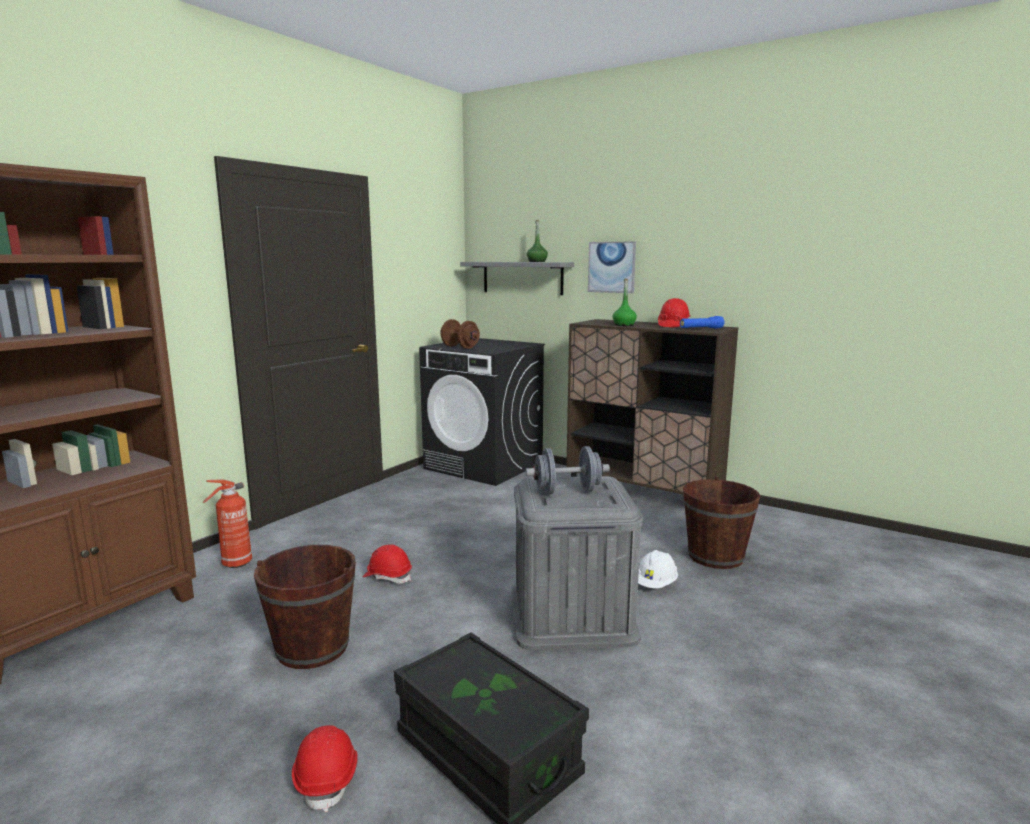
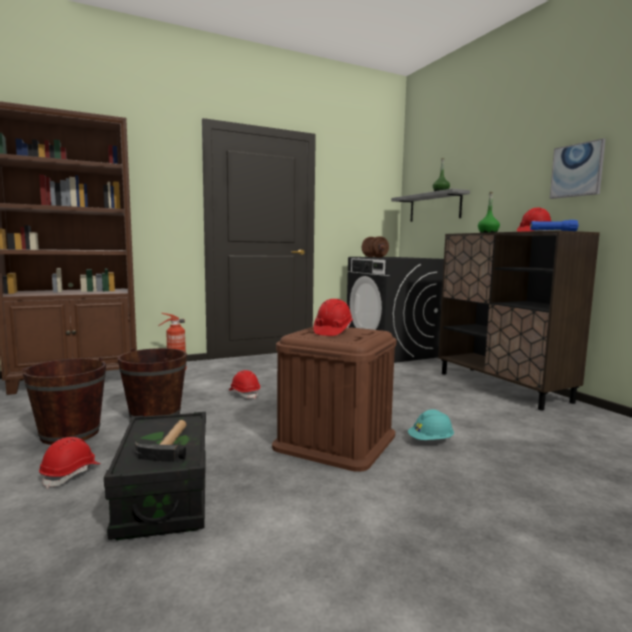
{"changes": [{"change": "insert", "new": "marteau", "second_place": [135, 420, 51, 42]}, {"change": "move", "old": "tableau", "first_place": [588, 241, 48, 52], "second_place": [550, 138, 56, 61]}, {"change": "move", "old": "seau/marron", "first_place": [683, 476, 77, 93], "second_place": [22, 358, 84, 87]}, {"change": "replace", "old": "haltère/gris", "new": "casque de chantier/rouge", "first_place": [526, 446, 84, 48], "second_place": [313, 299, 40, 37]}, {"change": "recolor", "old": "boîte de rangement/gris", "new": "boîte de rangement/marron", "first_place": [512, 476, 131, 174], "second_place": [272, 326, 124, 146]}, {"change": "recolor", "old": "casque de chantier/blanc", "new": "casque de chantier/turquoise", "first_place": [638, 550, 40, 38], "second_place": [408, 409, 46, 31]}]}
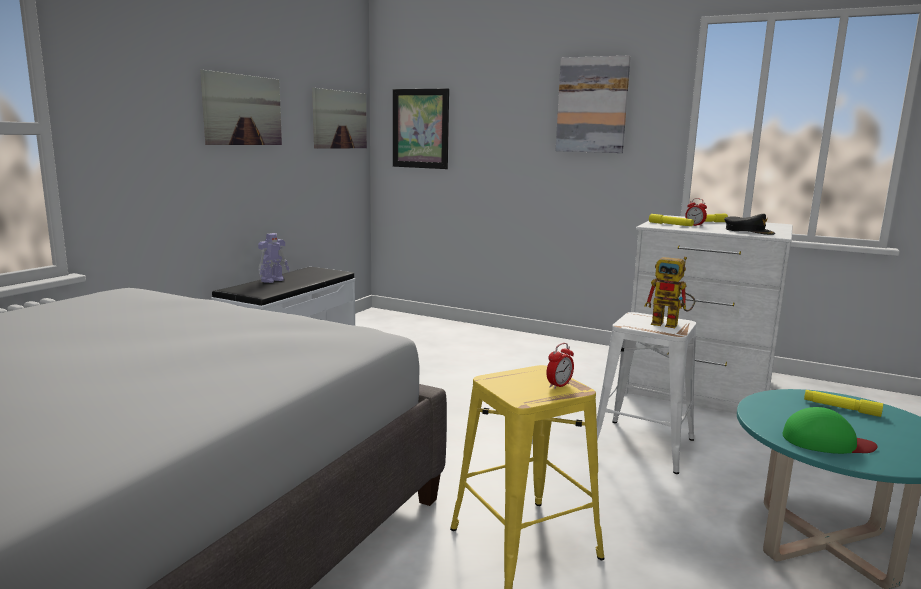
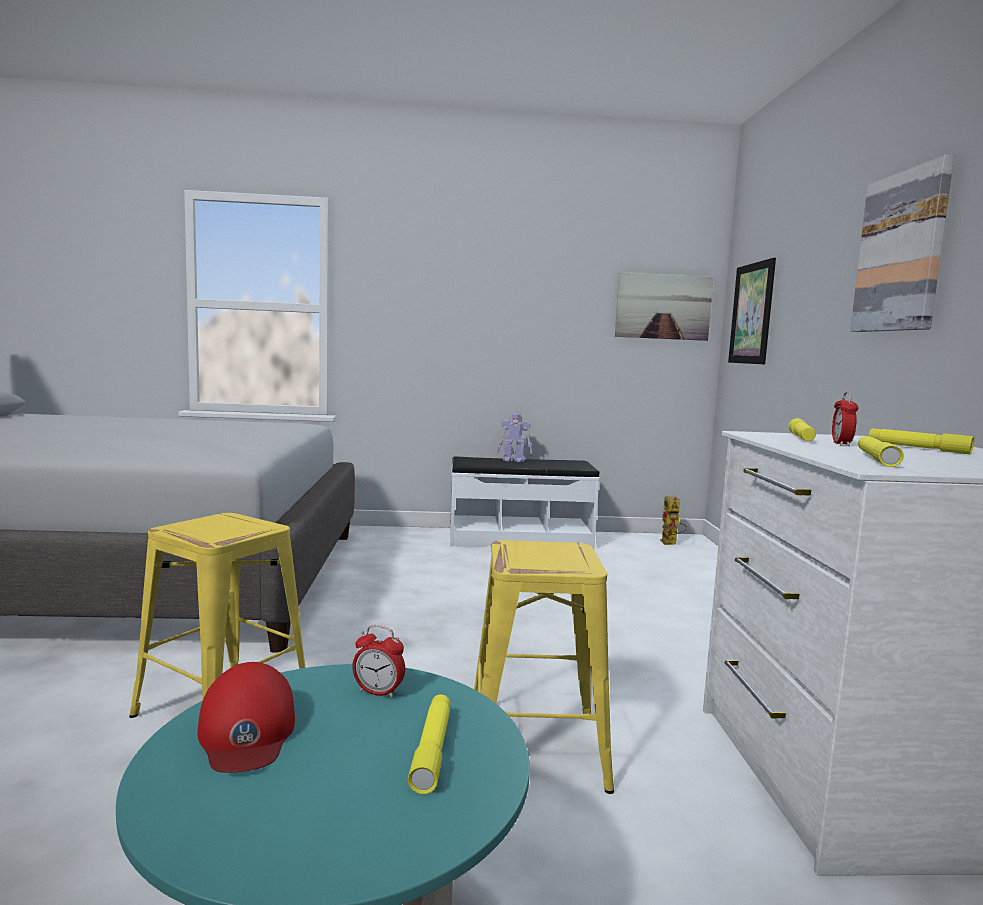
{"changes": [{"change": "delete", "old": "tableau", "first_place": [200, 70, 82, 75]}, {"change": "move", "old": "réveil", "first_place": [546, 343, 28, 46], "second_place": [352, 625, 53, 73]}, {"change": "move", "old": "robot jouet", "first_place": [644, 257, 51, 71], "second_place": [660, 496, 27, 49]}, {"change": "replace", "old": "casquette/noir", "new": "lampe de poche/jaune", "first_place": [724, 214, 51, 21], "second_place": [858, 436, 46, 31]}, {"change": "recolor", "old": "tabouret/blanc", "new": "tabouret/jaune", "first_place": [597, 312, 99, 162], "second_place": [474, 540, 140, 254]}, {"change": "recolor", "old": "casquette/vert", "new": "casquette/rouge", "first_place": [783, 407, 95, 47], "second_place": [198, 662, 97, 111]}]}
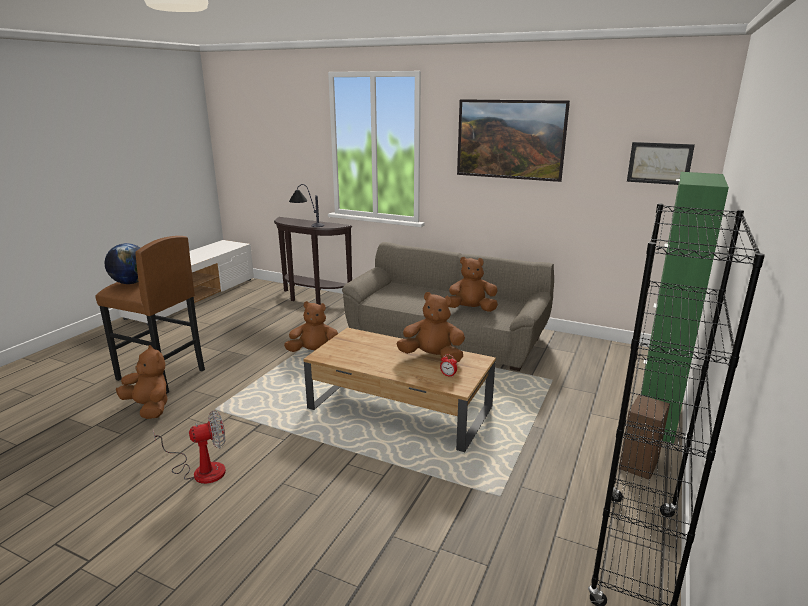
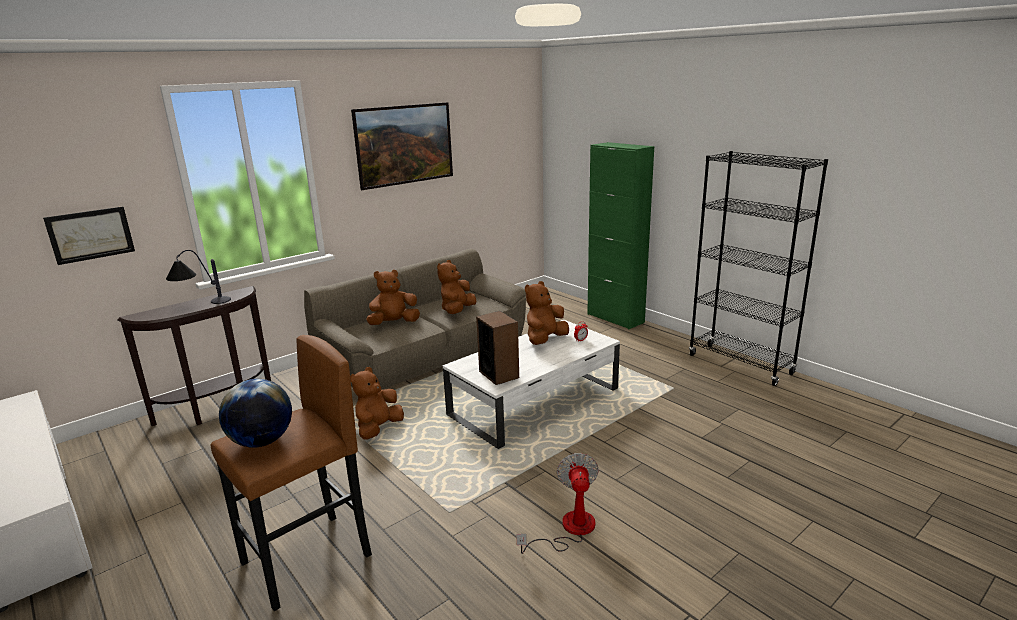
{"changes": [{"change": "move", "old": "peluche/marron", "first_place": [116, 345, 52, 74], "second_place": [366, 270, 54, 55]}, {"change": "move", "old": "enceinte", "first_place": [619, 395, 51, 85], "second_place": [476, 311, 43, 74]}, {"change": "move", "old": "tableau", "first_place": [627, 142, 68, 43], "second_place": [43, 206, 92, 59]}, {"change": "recolor", "old": "table basse/marron", "new": "table basse/blanc", "first_place": [303, 328, 193, 124], "second_place": [443, 320, 177, 129]}]}
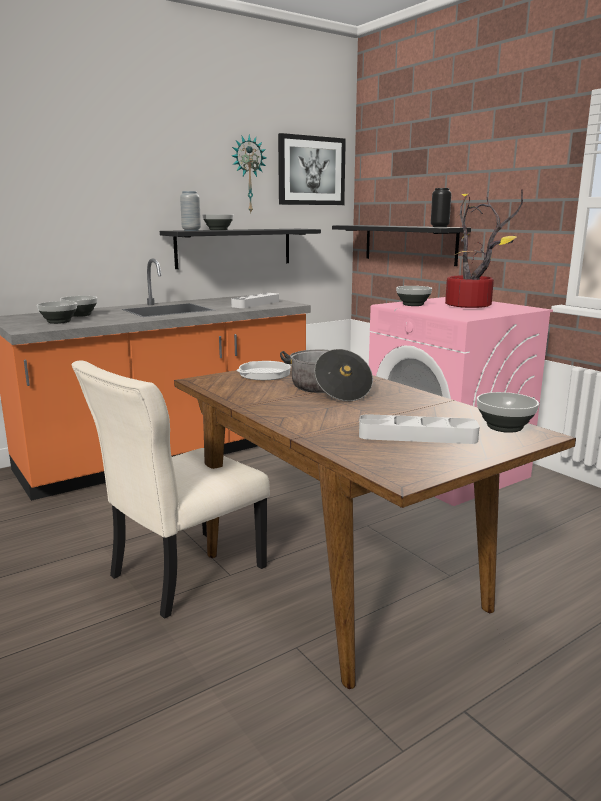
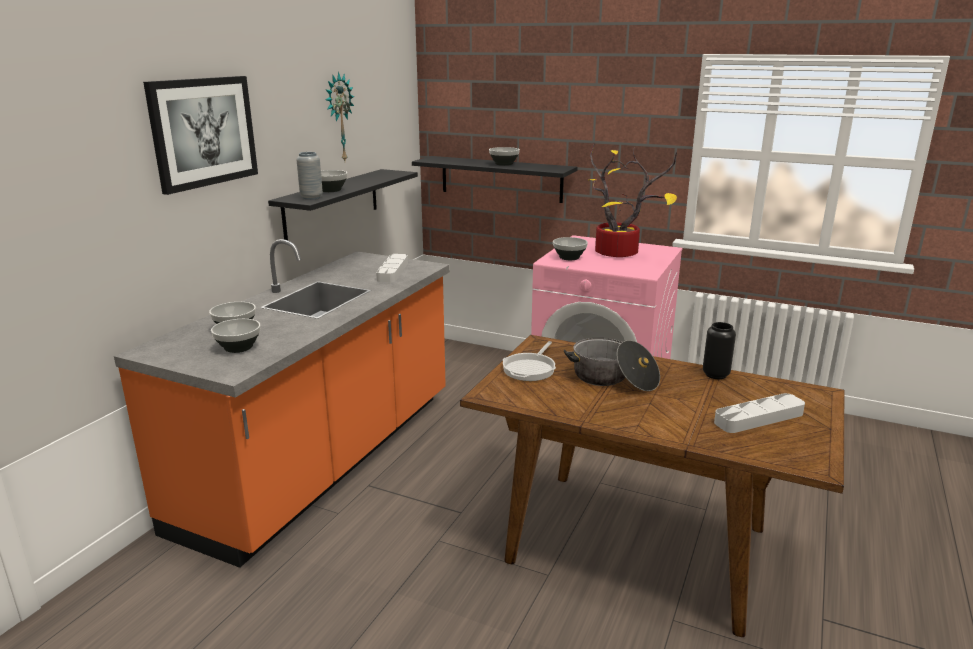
{"changes": [{"change": "delete", "old": "chaise/beige", "first_place": [71, 360, 199, 259]}, {"change": "move", "old": "tableau", "first_place": [278, 133, 68, 72], "second_place": [143, 76, 115, 119]}, {"change": "move", "old": "vase/noir", "first_place": [431, 188, 20, 39], "second_place": [703, 322, 33, 57]}, {"change": "move", "old": "bol", "first_place": [477, 392, 62, 41], "second_place": [489, 147, 31, 19]}]}
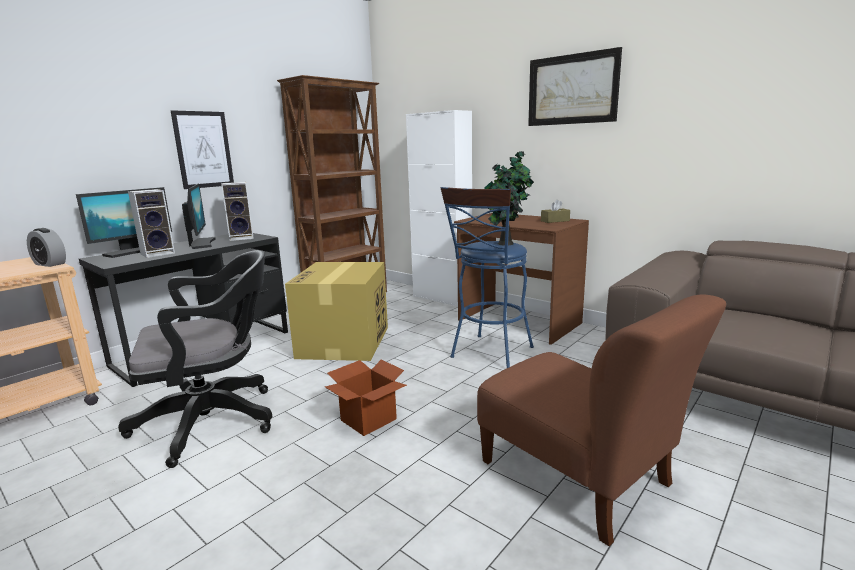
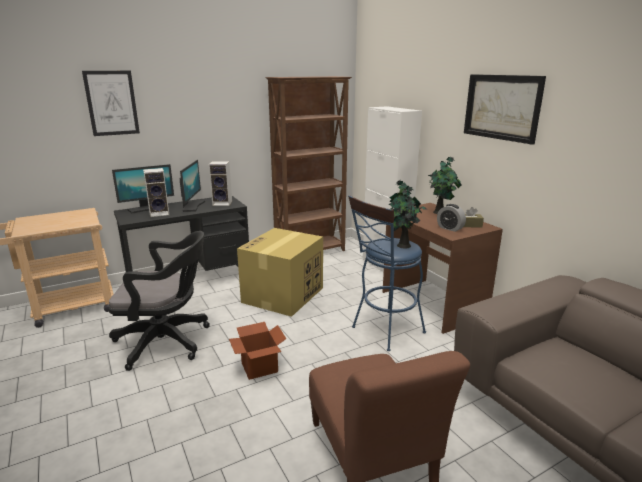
{"changes": [{"change": "move", "old": "réveil", "first_place": [27, 228, 39, 39], "second_place": [437, 204, 29, 28]}, {"change": "move", "old": "tableau", "first_place": [171, 110, 63, 79], "second_place": [82, 71, 58, 65]}]}
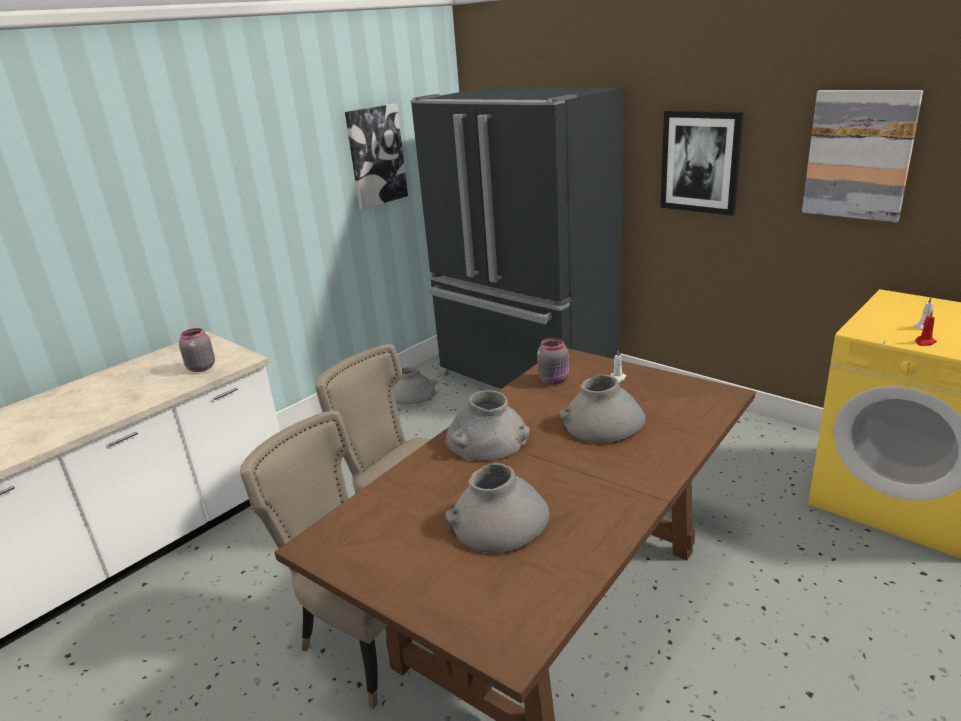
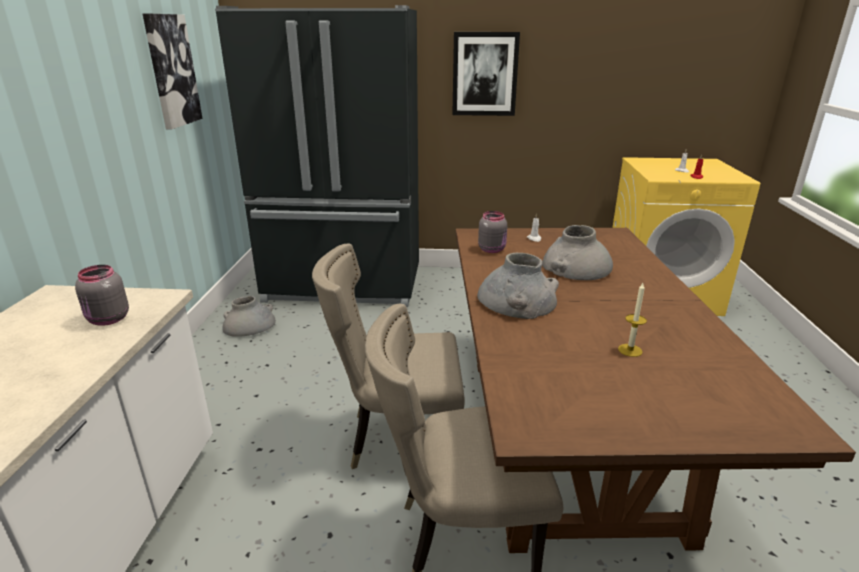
{"changes": [{"change": "delete", "old": "tableau", "first_place": [802, 90, 121, 132]}, {"change": "replace", "old": "vase/gris", "new": "bougie", "first_place": [446, 463, 104, 90], "second_place": [618, 283, 29, 74]}]}
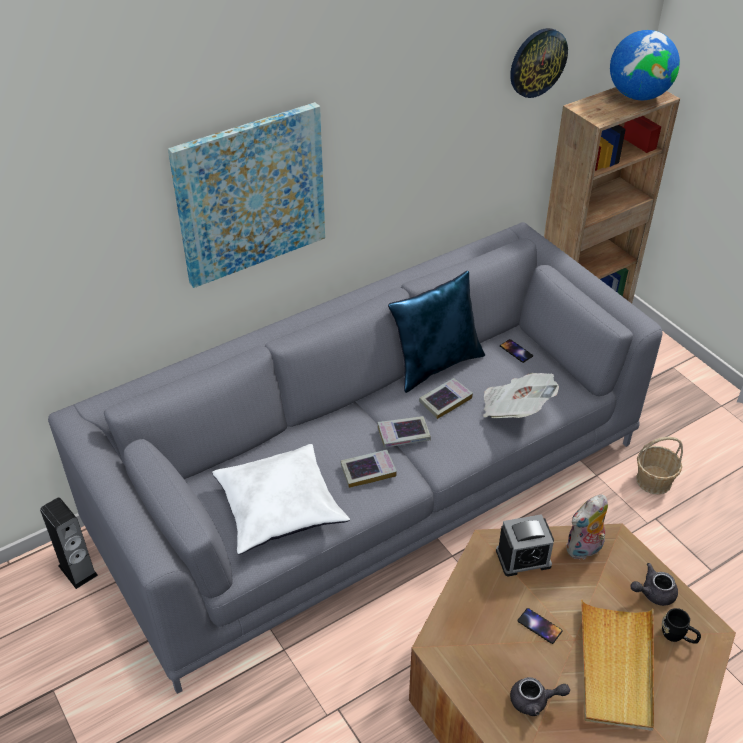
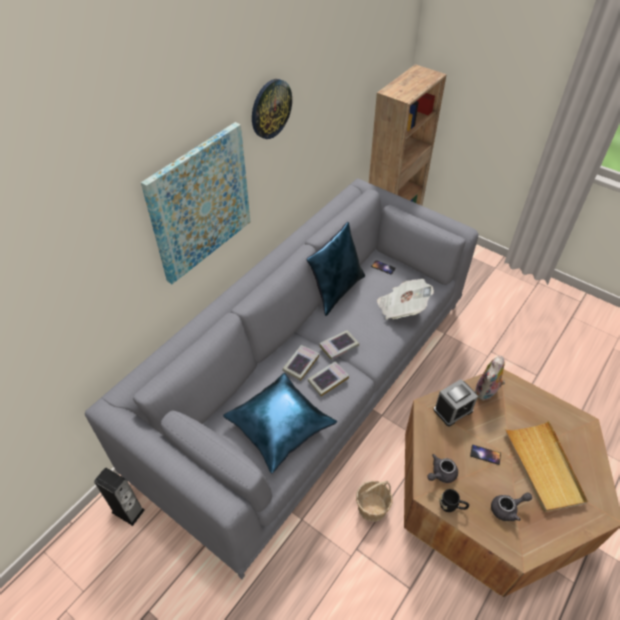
{"changes": [{"change": "delete", "old": "globe", "first_place": [610, 30, 70, 70]}, {"change": "move", "old": "livre", "first_place": [419, 378, 54, 41], "second_place": [282, 345, 37, 36]}, {"change": "move", "old": "horloge murale", "first_place": [510, 28, 58, 70], "second_place": [252, 79, 40, 60]}, {"change": "move", "old": "théière/gris", "first_place": [631, 563, 47, 43], "second_place": [427, 454, 31, 29]}, {"change": "move", "old": "panier", "first_place": [636, 437, 47, 58], "second_place": [356, 481, 37, 41]}, {"change": "move", "old": "mug/noir", "first_place": [661, 608, 40, 36], "second_place": [439, 489, 30, 23]}, {"change": "recolor", "old": "coussin/blanc", "new": "coussin/bleu", "first_place": [212, 444, 138, 110], "second_place": [223, 373, 114, 100]}]}
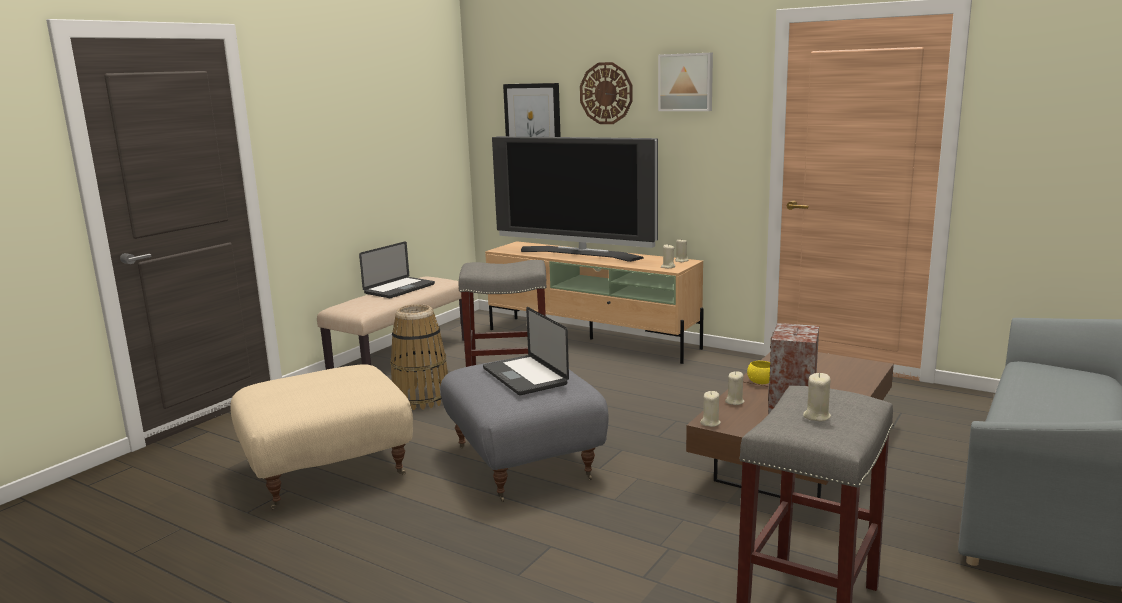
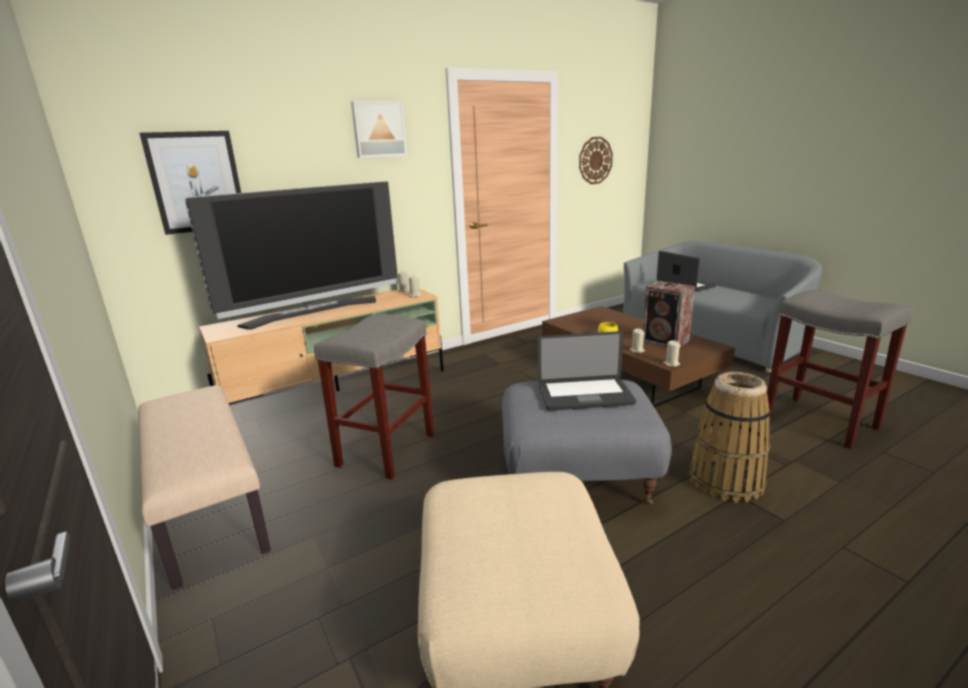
{"changes": [{"change": "delete", "old": "bougie/beige", "first_place": [803, 373, 28, 49]}, {"change": "move", "old": "ordinateur portable", "first_place": [359, 241, 76, 57], "second_place": [657, 251, 59, 40]}, {"change": "move", "old": "panier", "first_place": [390, 304, 58, 106], "second_place": [690, 372, 81, 131]}, {"change": "move", "old": "horloge murale", "first_place": [580, 62, 53, 62], "second_place": [579, 137, 34, 47]}]}
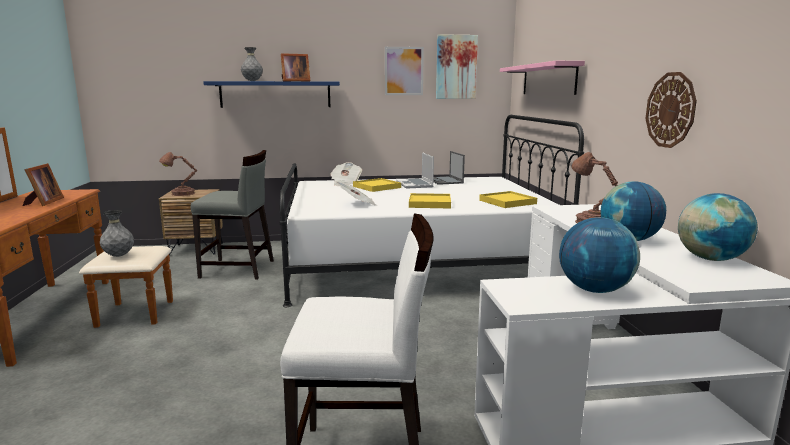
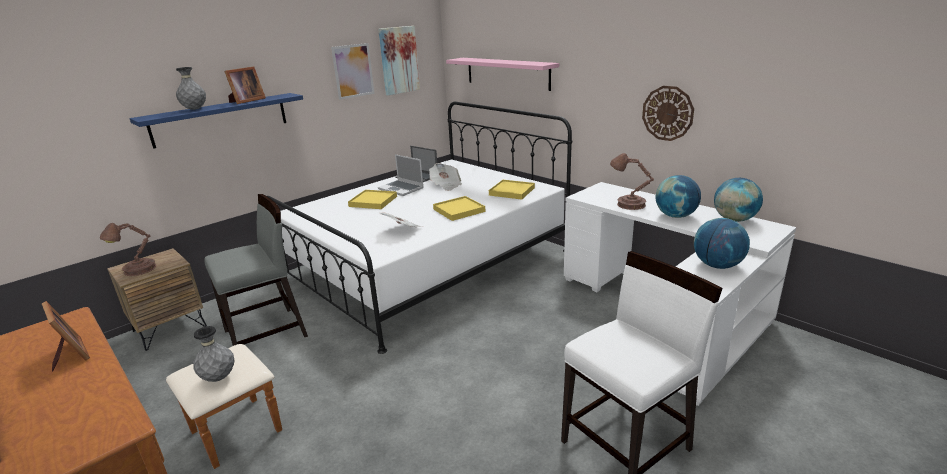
{"changes": [{"change": "move", "old": "journal", "first_place": [330, 162, 32, 24], "second_place": [429, 163, 33, 28]}]}
